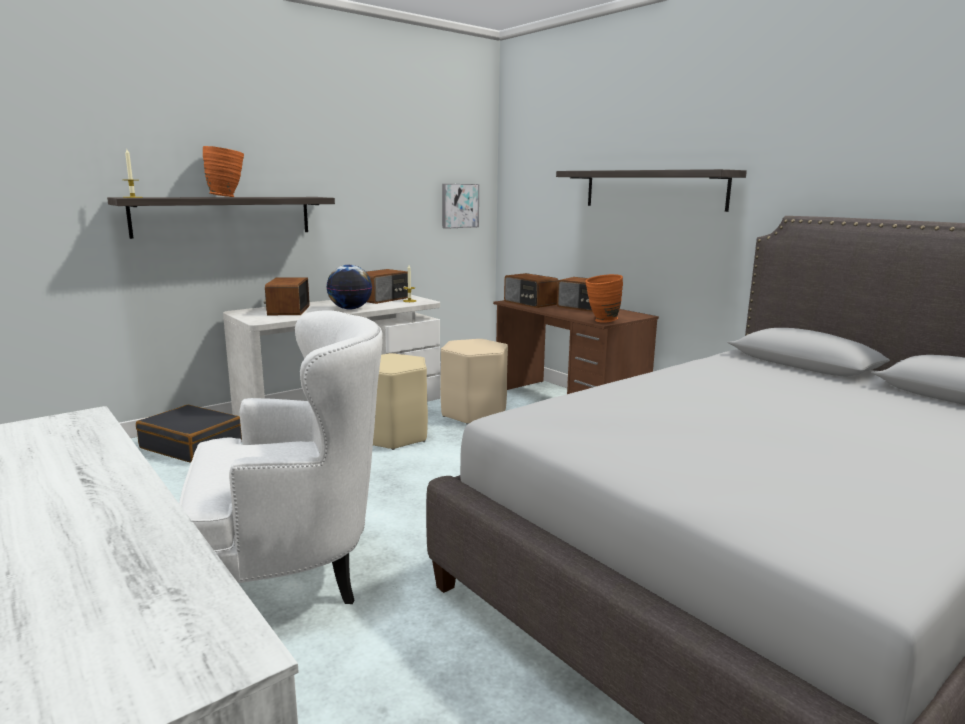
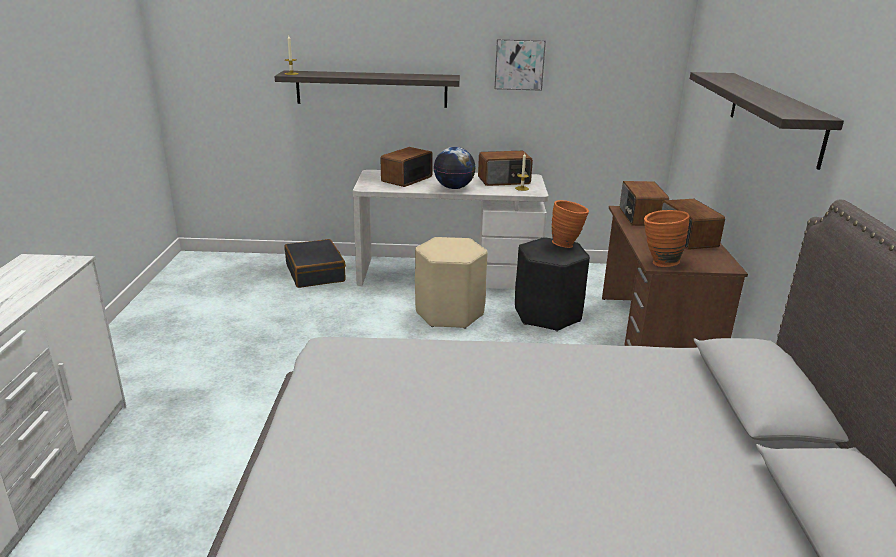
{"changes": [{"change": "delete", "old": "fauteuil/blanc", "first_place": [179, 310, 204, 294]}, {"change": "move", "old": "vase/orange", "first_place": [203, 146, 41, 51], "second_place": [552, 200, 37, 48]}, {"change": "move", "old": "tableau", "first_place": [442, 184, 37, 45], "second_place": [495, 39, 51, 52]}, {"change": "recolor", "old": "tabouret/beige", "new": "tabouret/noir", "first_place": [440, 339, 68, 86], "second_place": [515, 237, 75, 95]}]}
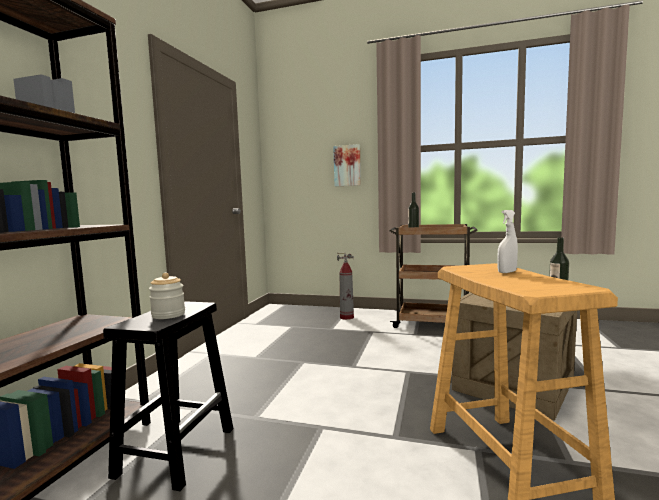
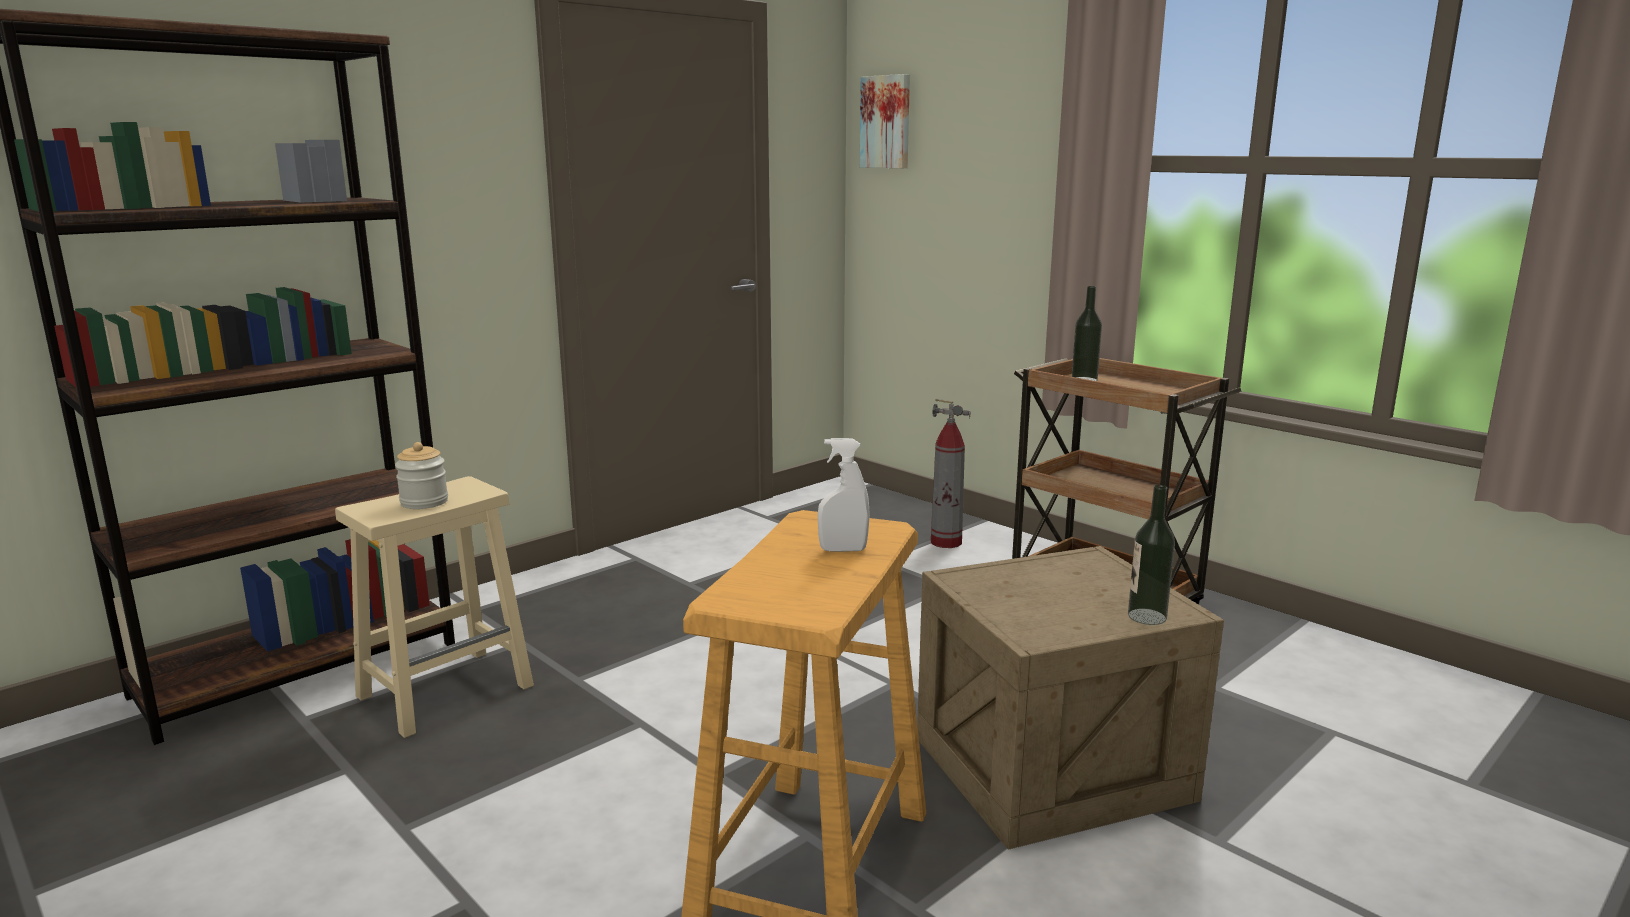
{"changes": [{"change": "move", "old": "tableau", "first_place": [333, 144, 28, 42], "second_place": [860, 74, 50, 94]}, {"change": "recolor", "old": "tabouret/noir", "new": "tabouret/beige", "first_place": [103, 301, 130, 190], "second_place": [335, 476, 199, 262]}]}
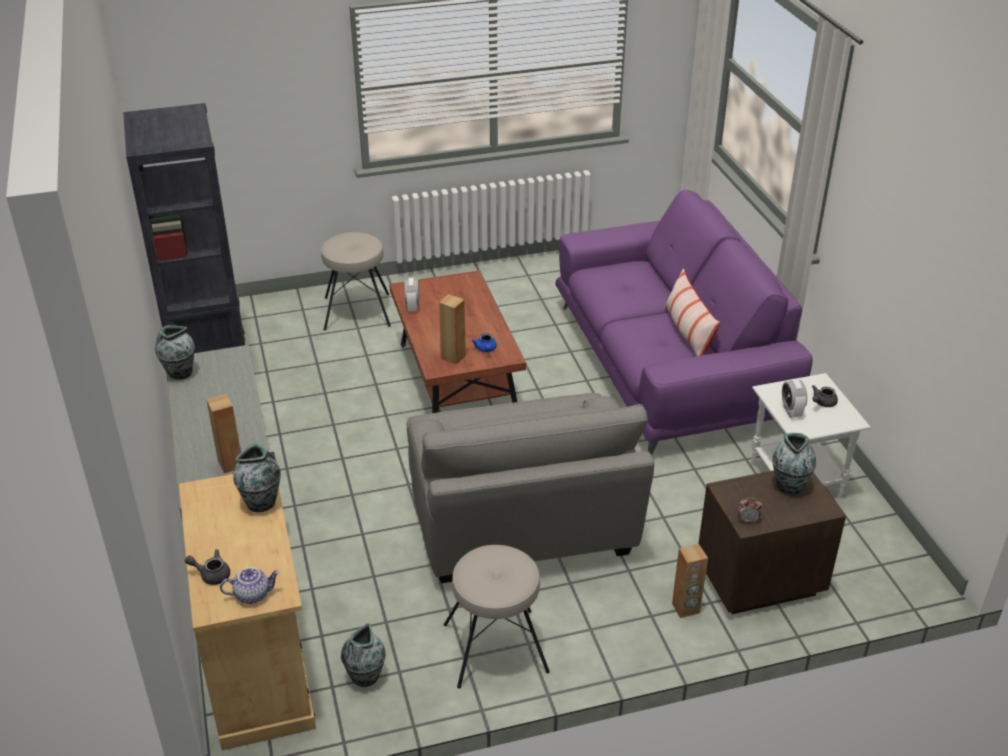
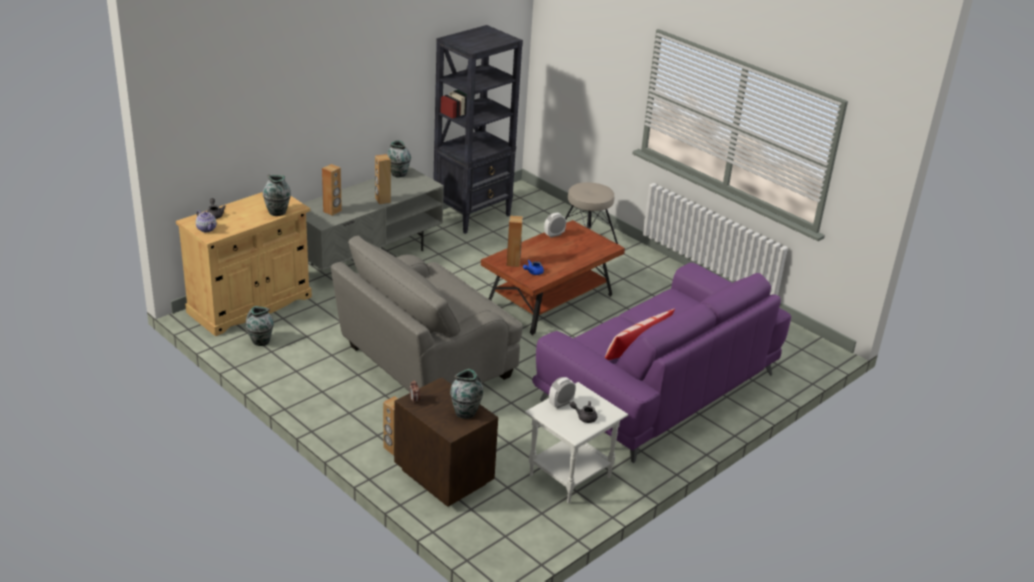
{"changes": [{"change": "delete", "old": "tabouret/beige", "first_place": [444, 545, 106, 143]}, {"change": "insert", "new": "enceinte/marron", "second_place": [375, 154, 16, 50]}]}
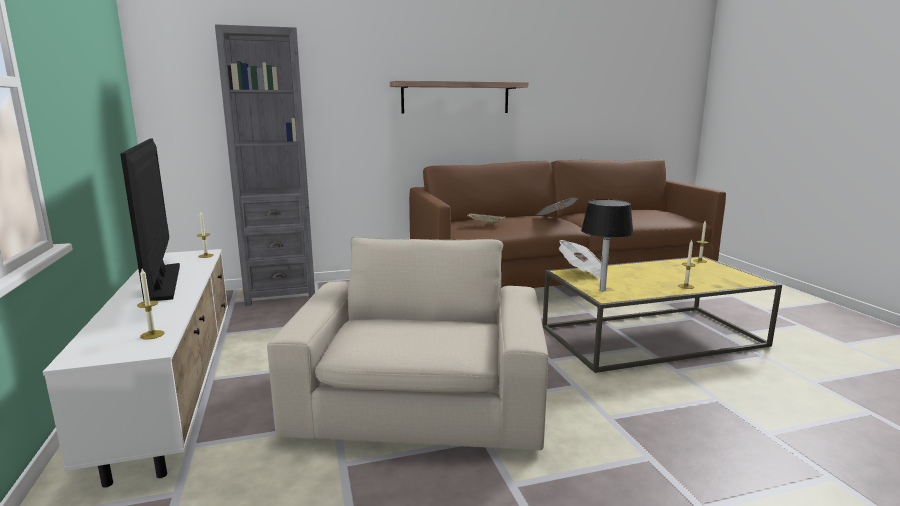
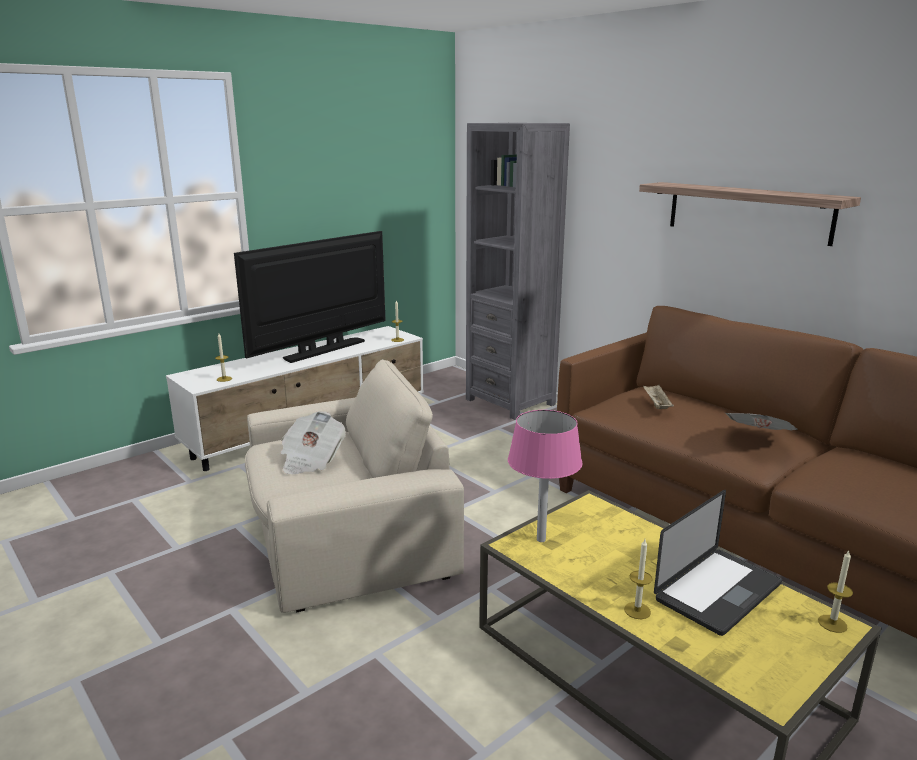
{"changes": [{"change": "insert", "new": "ordinateur portable", "second_place": [654, 490, 128, 146]}, {"change": "move", "old": "journal", "first_place": [559, 240, 42, 38], "second_place": [280, 411, 66, 63]}, {"change": "recolor", "old": "lampe de table/noir", "new": "lampe de table/rose", "first_place": [581, 199, 53, 93], "second_place": [508, 410, 75, 132]}]}
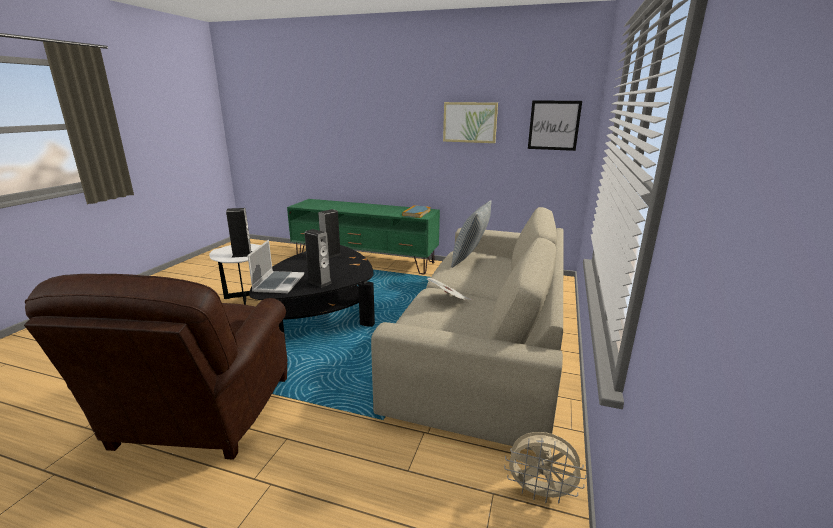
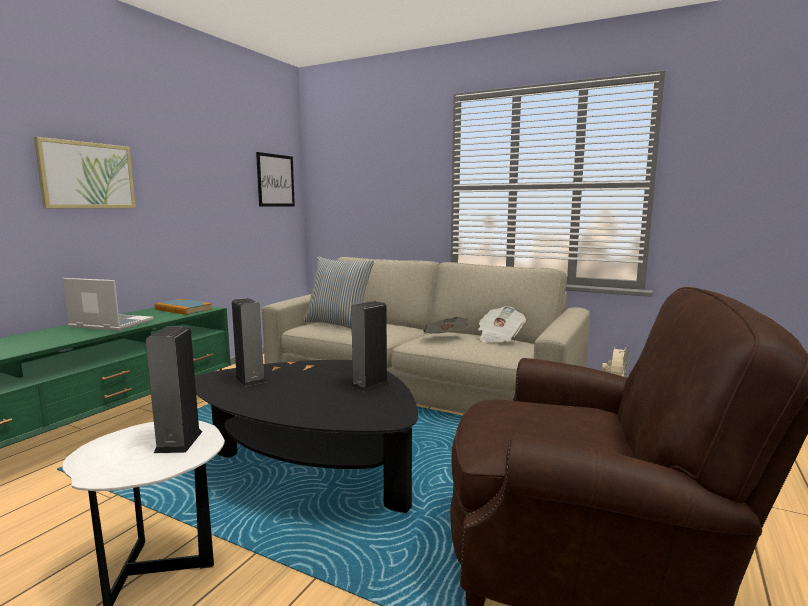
{"changes": [{"change": "insert", "new": "journal", "second_place": [478, 306, 48, 37]}, {"change": "move", "old": "ordinateur portable", "first_place": [248, 240, 56, 53], "second_place": [63, 278, 91, 53]}, {"change": "move", "old": "tableau", "first_place": [443, 102, 55, 41], "second_place": [34, 137, 102, 71]}]}
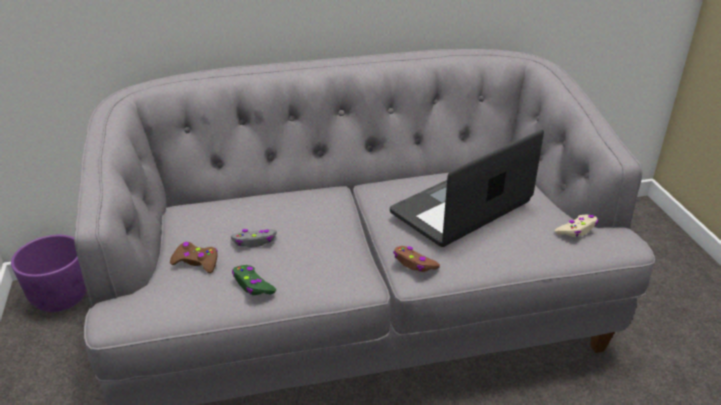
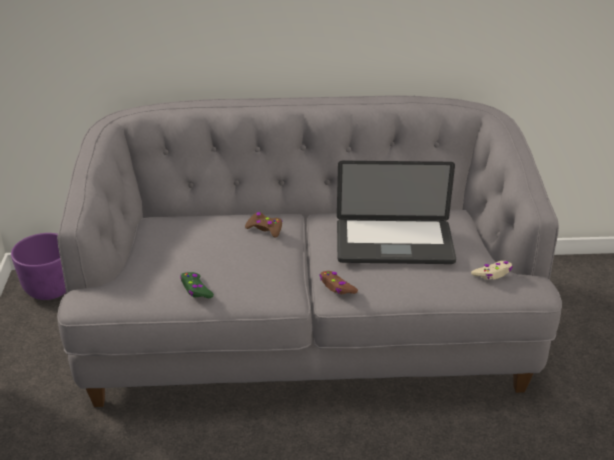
{"changes": [{"change": "delete", "old": "manette/gris", "first_place": [231, 229, 46, 19]}, {"change": "move", "old": "manette/marron", "first_place": [170, 242, 47, 31], "second_place": [245, 212, 37, 26]}, {"change": "rotate", "old": "ordinateur portable", "first_place": [390, 130, 154, 117], "second_place": [337, 161, 119, 103], "degrees": -150}]}
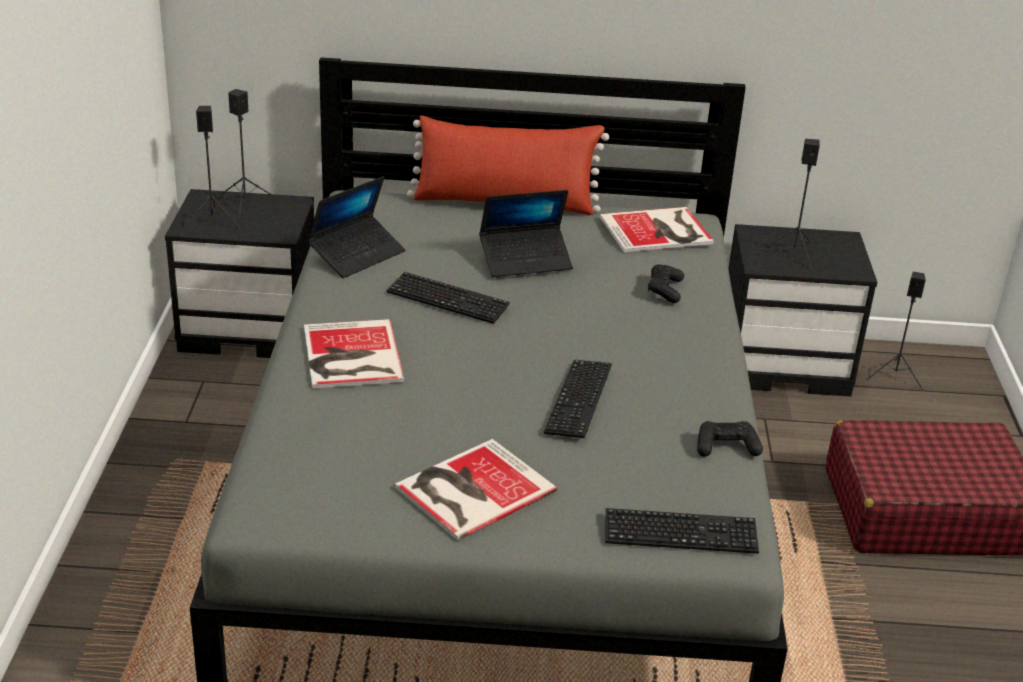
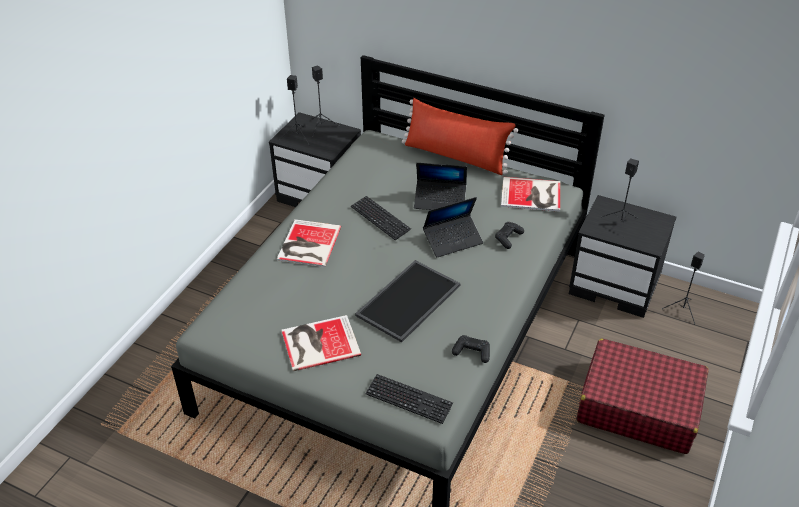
{"changes": [{"change": "move", "old": "ordinateur portable", "first_place": [308, 176, 97, 102], "second_place": [423, 197, 60, 60]}, {"change": "replace", "old": "clavier", "new": "plateau", "first_place": [544, 360, 68, 78], "second_place": [355, 260, 106, 82]}]}
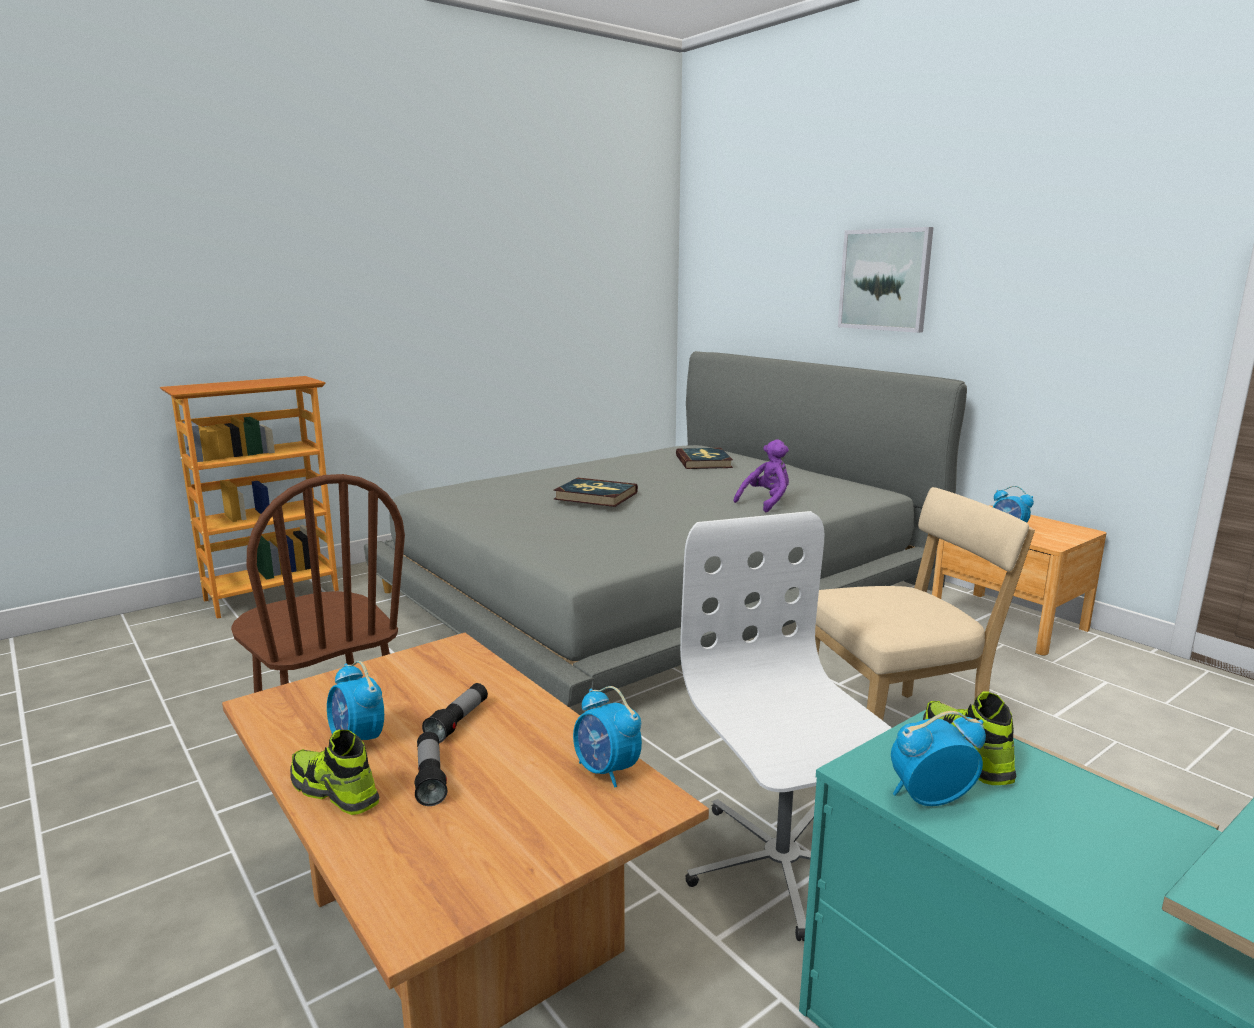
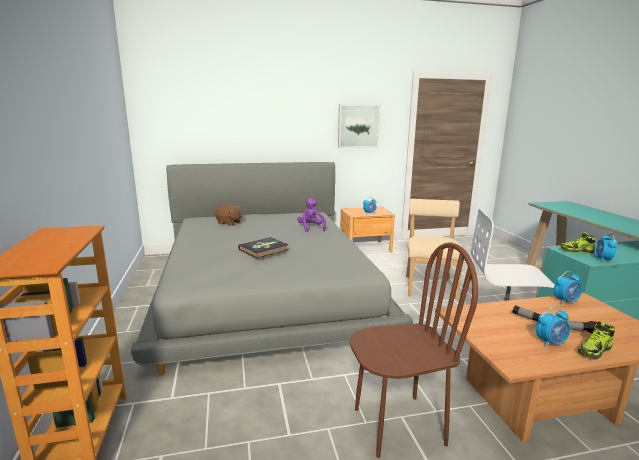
{"changes": [{"change": "move", "old": "tableau", "first_place": [838, 227, 96, 106], "second_place": [338, 104, 43, 44]}, {"change": "replace", "old": "livre", "new": "peluche/marron", "first_place": [676, 448, 57, 21], "second_place": [215, 204, 27, 21]}]}
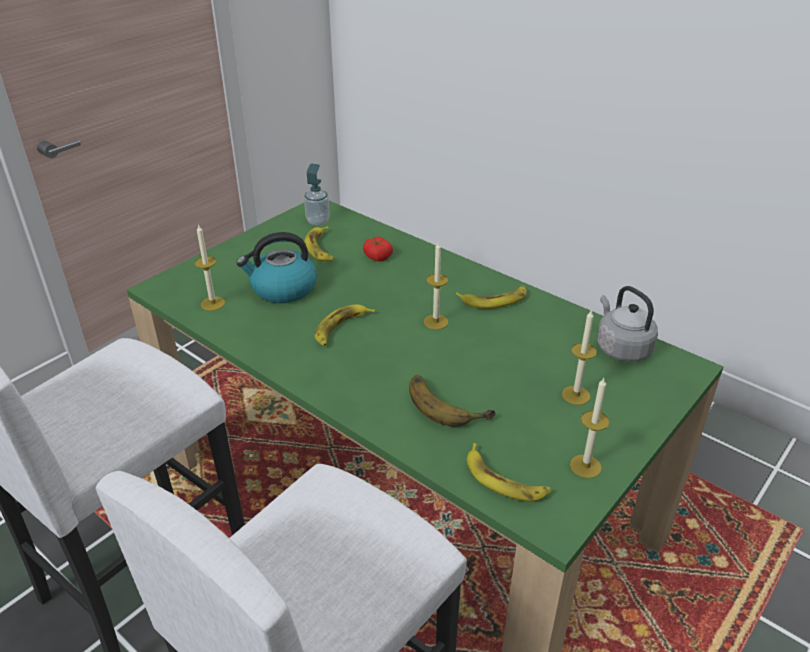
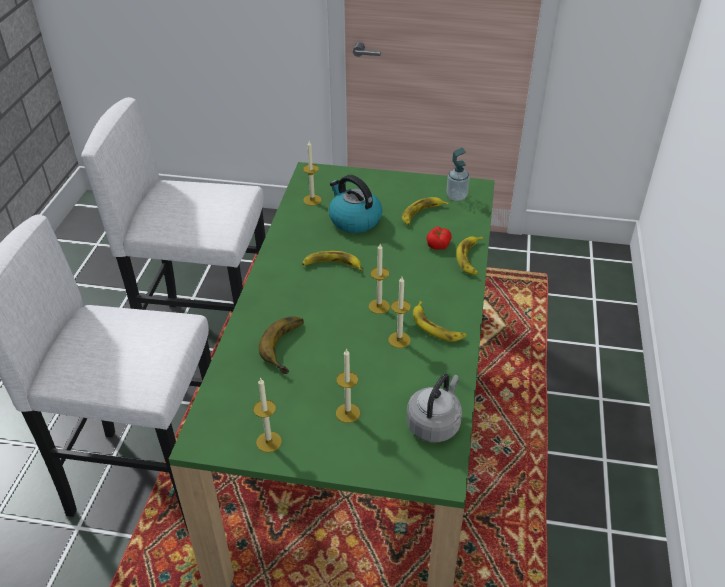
{"changes": [{"change": "insert", "new": "bougie", "second_place": [388, 277, 23, 71]}, {"change": "move", "old": "banane", "first_place": [467, 443, 84, 58], "second_place": [456, 237, 27, 38]}]}
